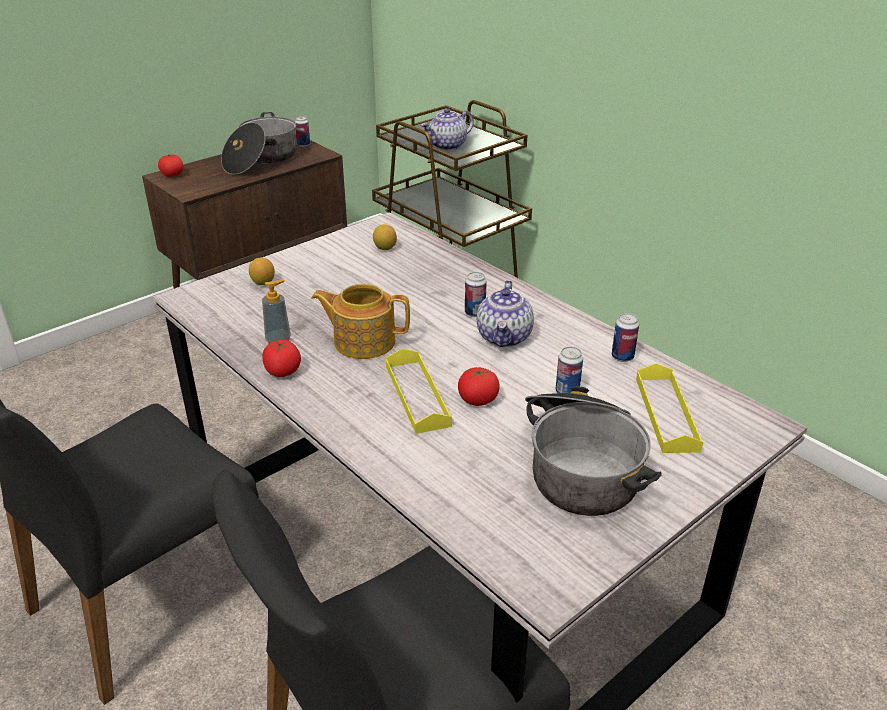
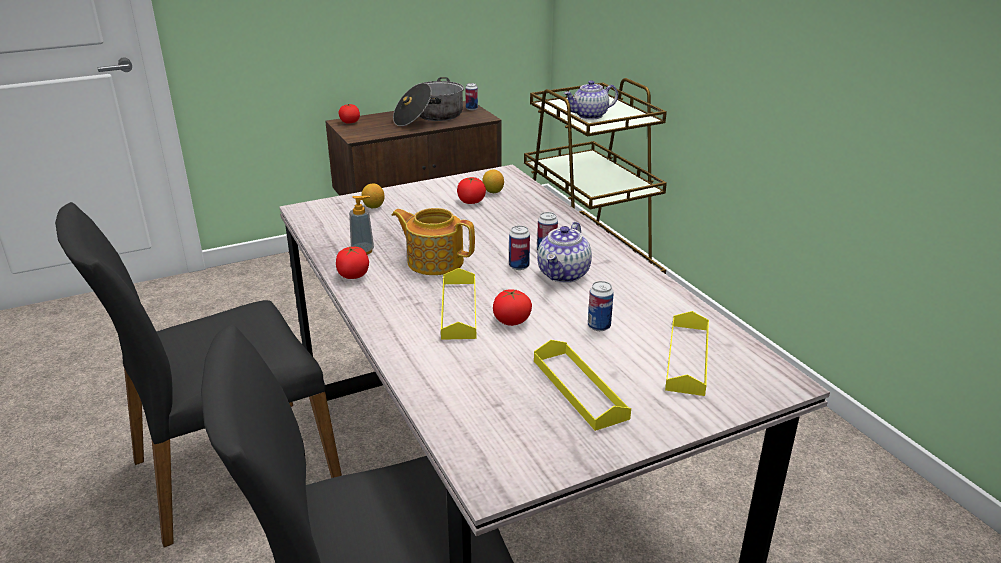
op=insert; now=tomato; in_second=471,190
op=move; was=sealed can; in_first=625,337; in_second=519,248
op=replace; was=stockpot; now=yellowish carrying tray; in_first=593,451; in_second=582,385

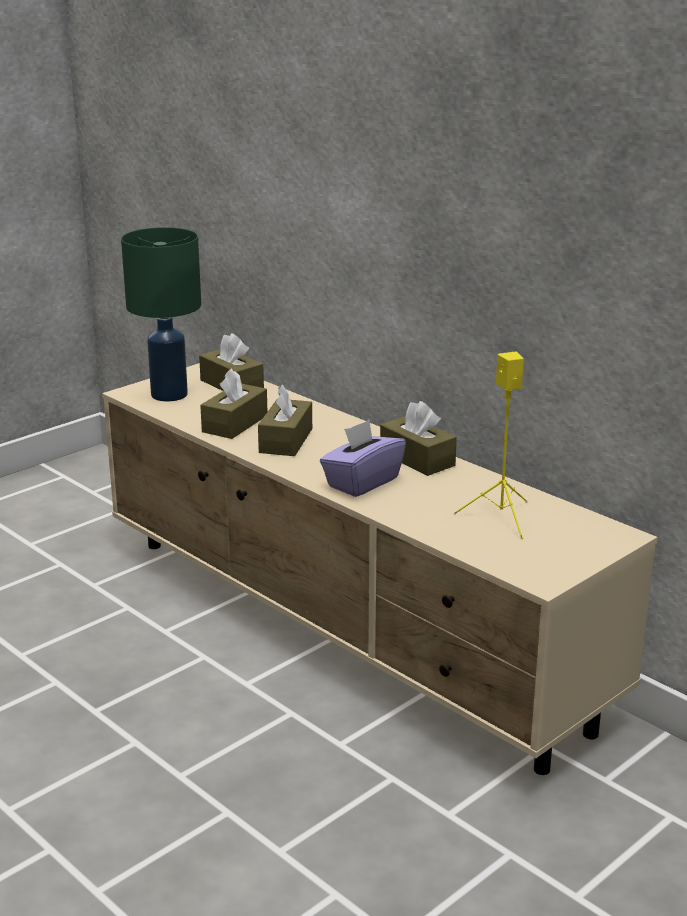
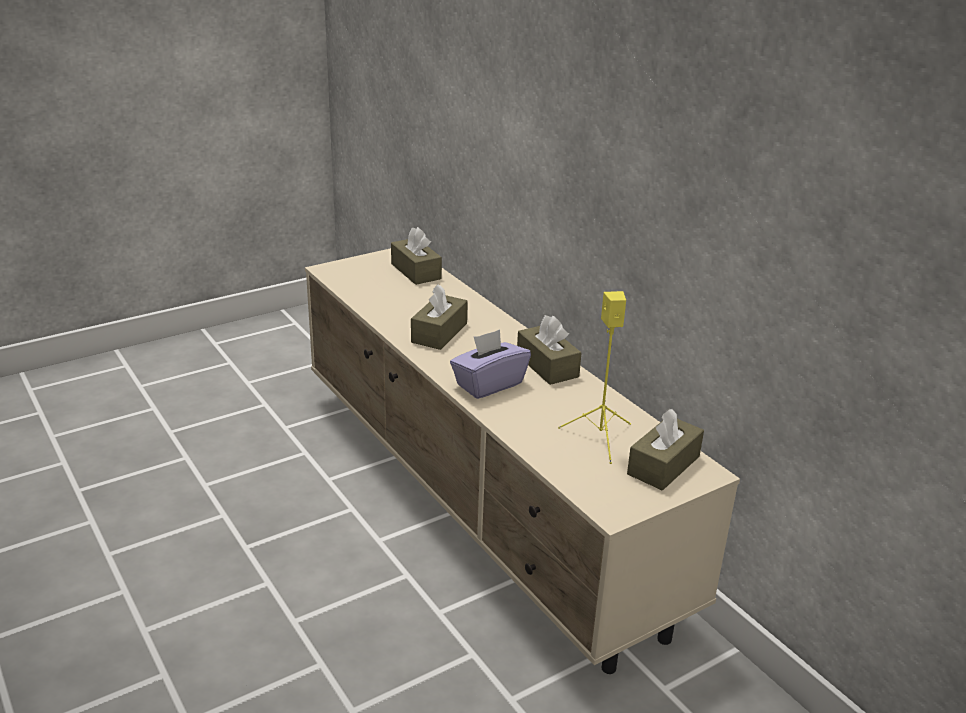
op=move; was=brownish tissue box; in_first=233,403; in_second=665,449
op=delete; was=greenish table lamp; in_first=161,314

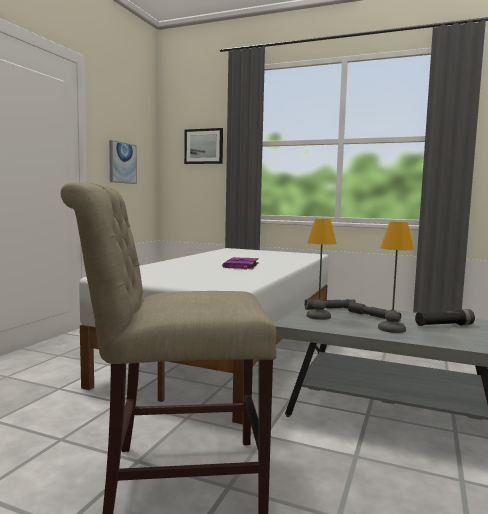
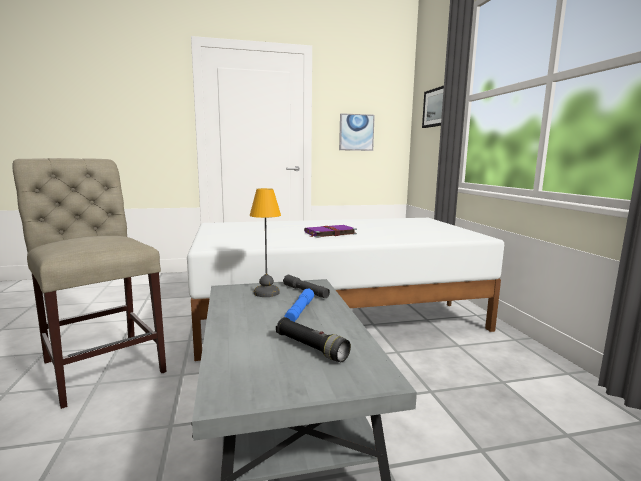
op=recolor; was=greyish torch; now=blue torch; in_first=374,312; in_second=299,305
op=delete; was=table lamp; in_first=396,277

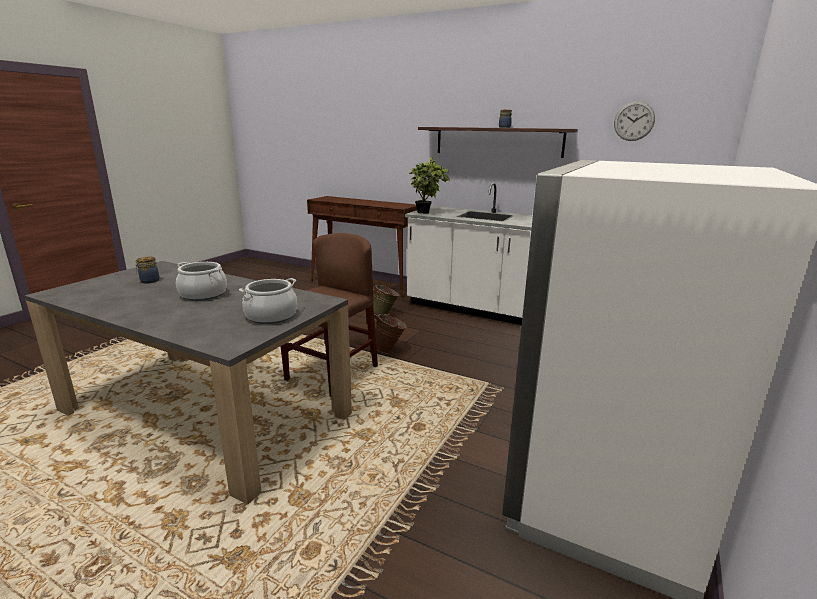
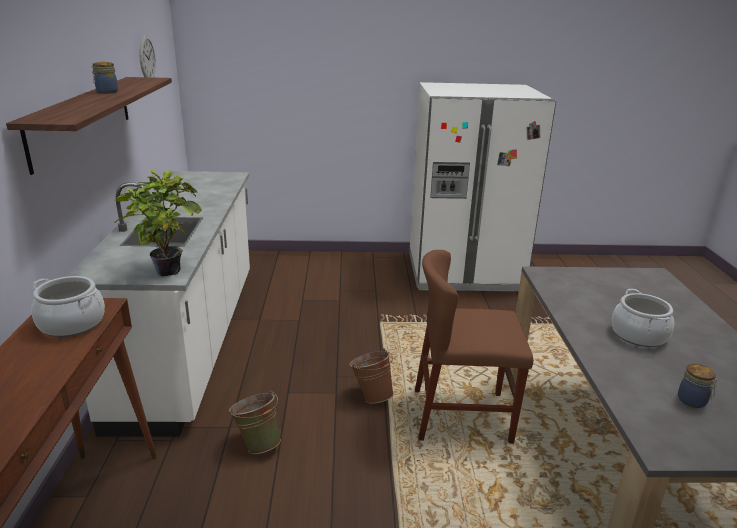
op=move; was=stockpot; in_first=268,301; in_second=68,306

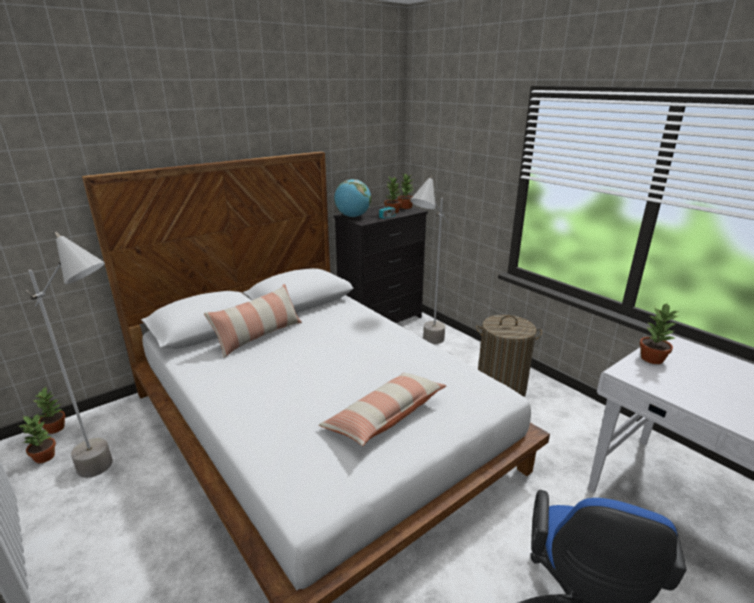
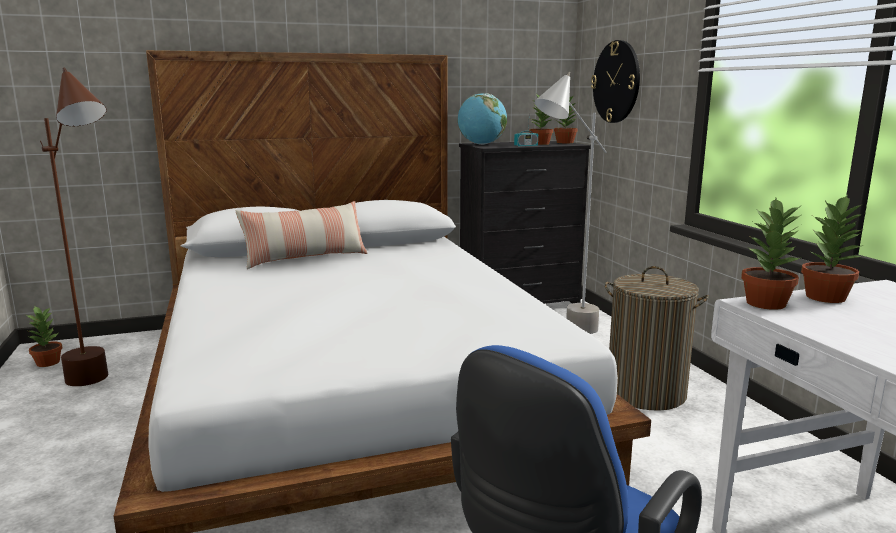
op=recolor; was=greyish standard lamp; now=brownish standard lamp; in_first=69,355; in_second=74,227
op=insert; now=clock on the wall; in_second=615,81
op=move; was=potted plant; in_first=48,410; in_second=771,254
op=delete; was=cushion; in_first=383,409

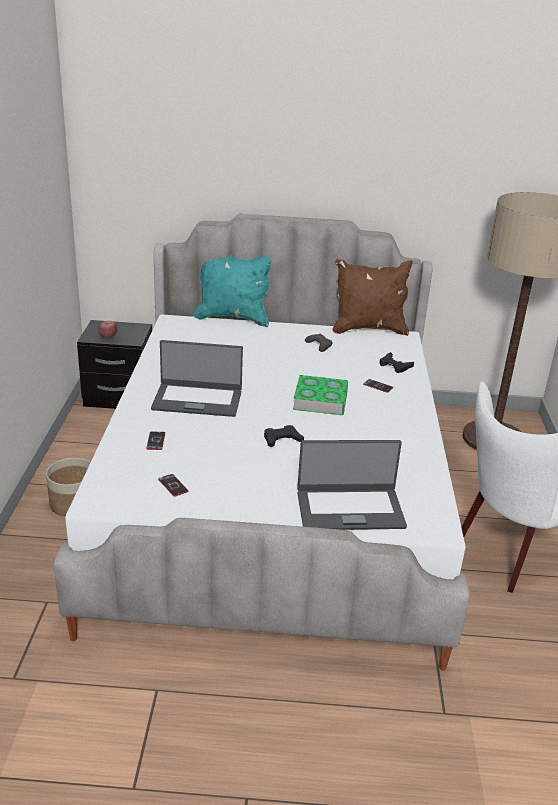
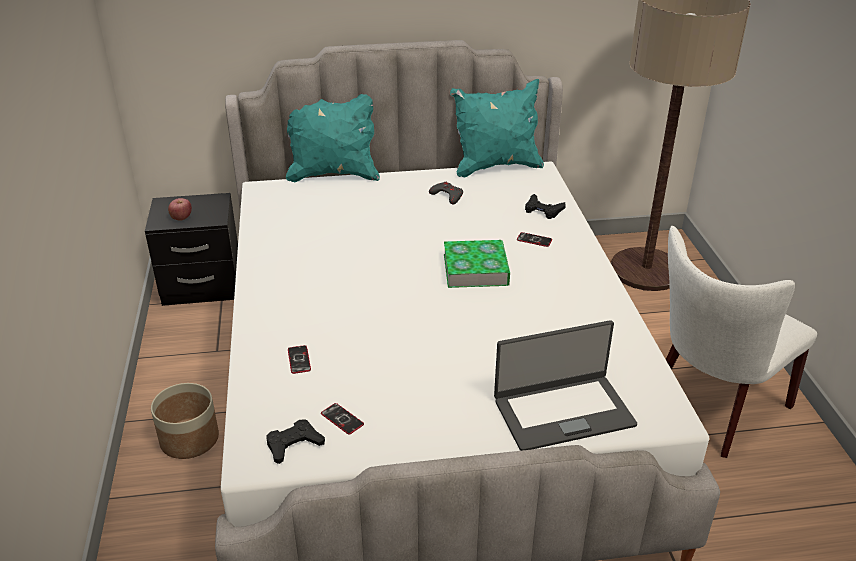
op=move; was=black game controller; in_first=284,436; in_second=295,441
op=recolor; was=brownish cushion; now=blue-green cushion; in_first=373,297; in_second=497,128
op=delete; was=portable computer; in_first=197,378

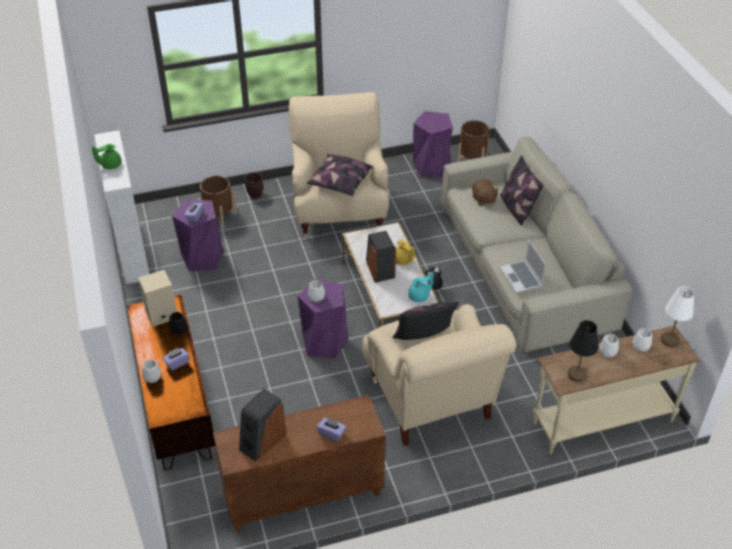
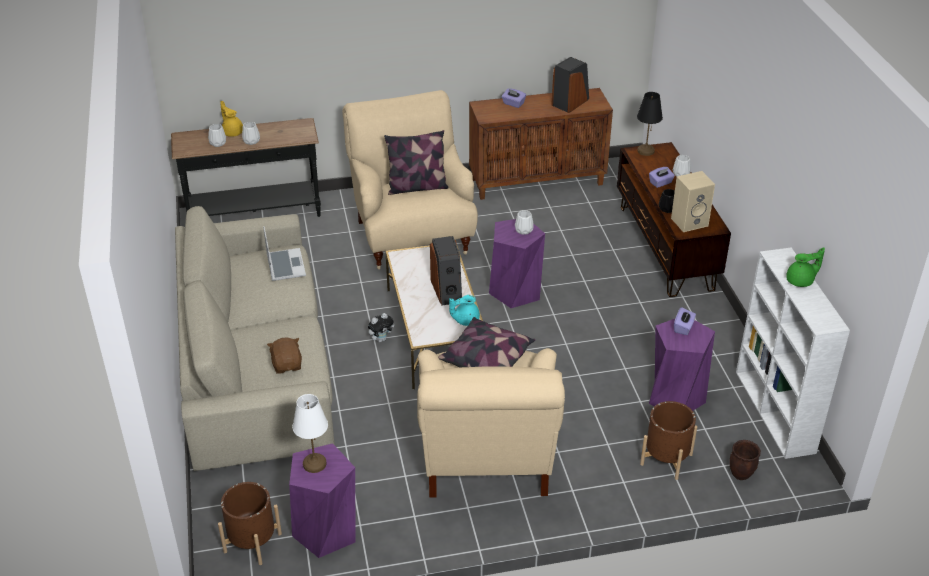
op=recolor; was=beige-coloured console table; now=black console table; in_first=617,390; in_second=246,167
op=move; was=yellowish tea pot; in_first=405,252; in_second=231,119
op=move; was=whitish table lamp; in_first=677,316; in_second=310,433
op=move; was=blue-green tea pot; in_first=421,287; in_second=464,310
op=move; was=black table lamp; in_first=583,351; in_second=650,124
op=move; was=brownish plant pot; in_first=254,185; in_second=745,460
op=delete; was=cushion; in_first=522,190

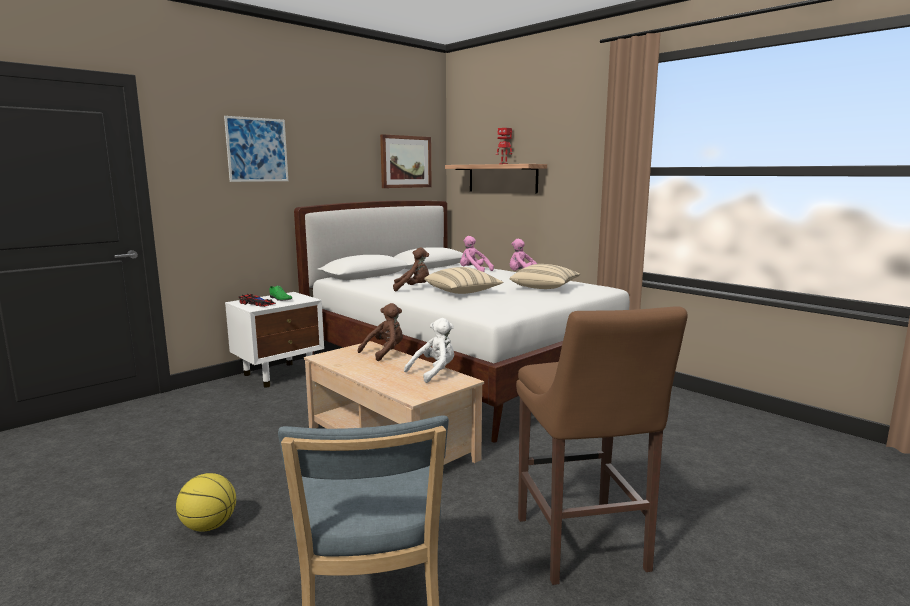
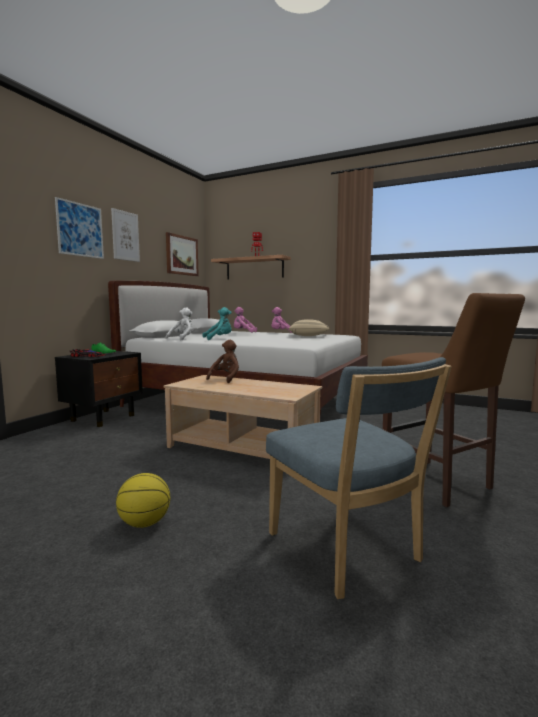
op=recolor; was=whitish nightstand; now=black nightstand; in_first=274,340; in_second=99,389
op=insert; now=picture; in_second=125,235
op=move; was=whitish cuddly toy; in_first=429,350; in_second=180,323
op=recolor; was=brownish cuddly toy; now=blue-green cuddly toy; in_first=411,269; in_second=217,323
op=delete; was=beige-coloured cushion; in_first=464,280

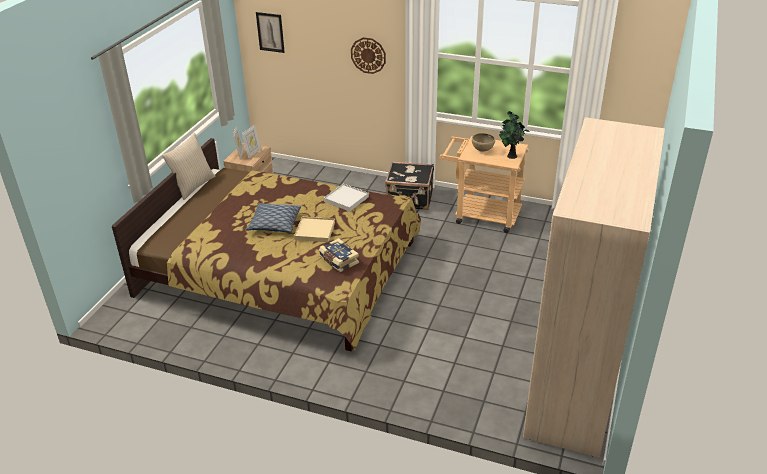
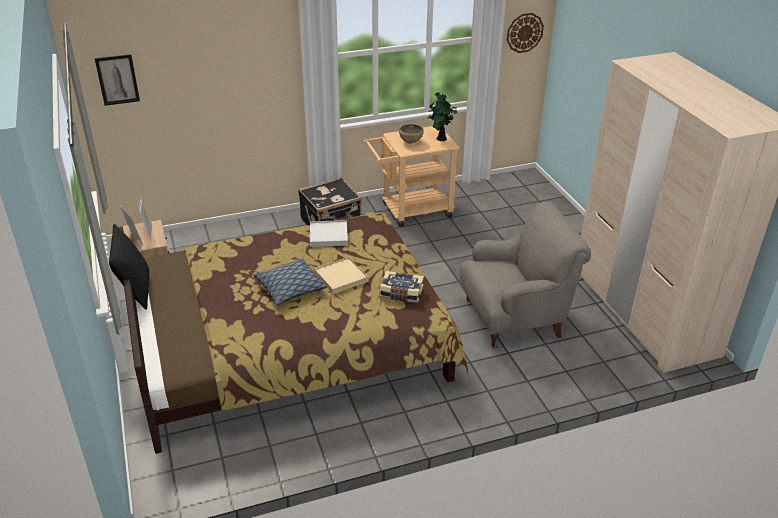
op=recolor; was=beige-coloured cushion; now=black cushion; in_first=189,166; in_second=129,267
op=insert; now=greyish easy chair; in_second=525,275
op=move; was=clock on the wall; in_first=368,55; in_second=525,33

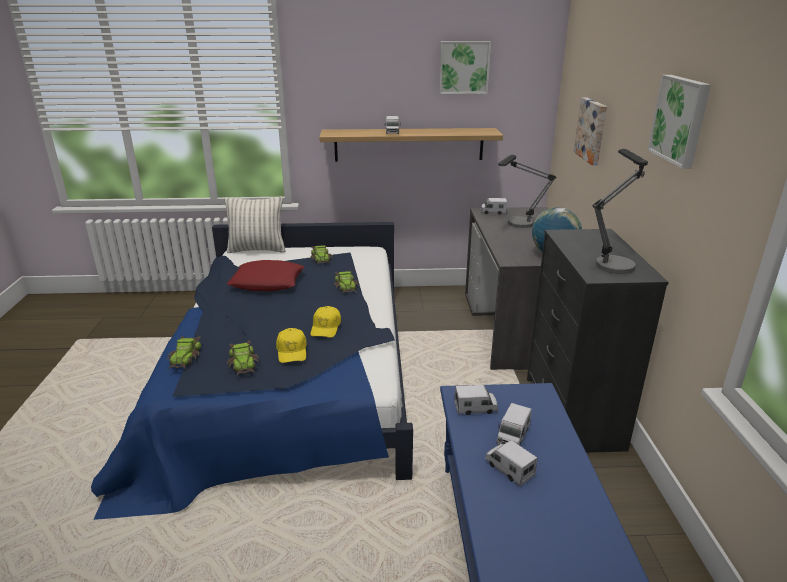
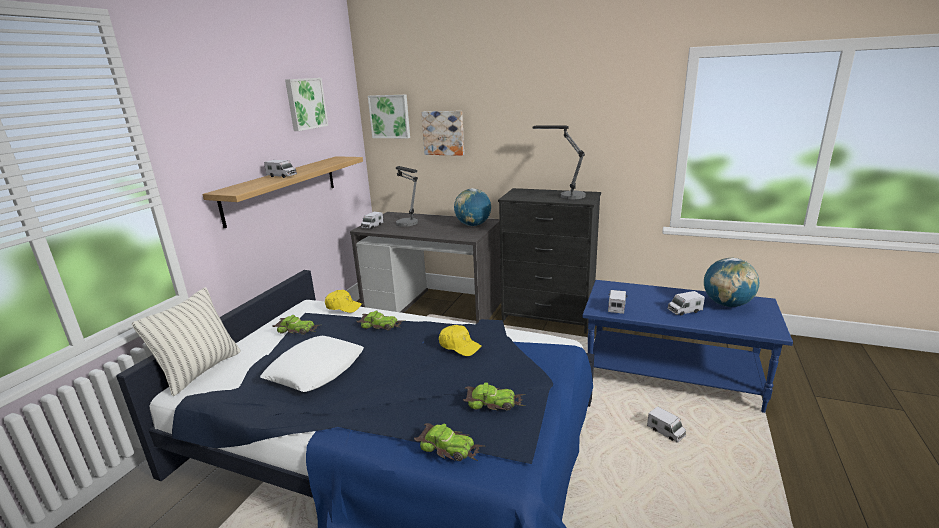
op=recolor; was=reddish cushion; now=whitish cushion; in_first=266,275; in_second=312,364
op=move; was=yellowish peaked cap; in_first=291,345; in_second=343,301
op=move; was=picture; in_first=679,122; in_second=389,116
op=move; was=toy truck; in_first=514,424; in_second=666,424
op=insert; now=globe; in_second=731,282

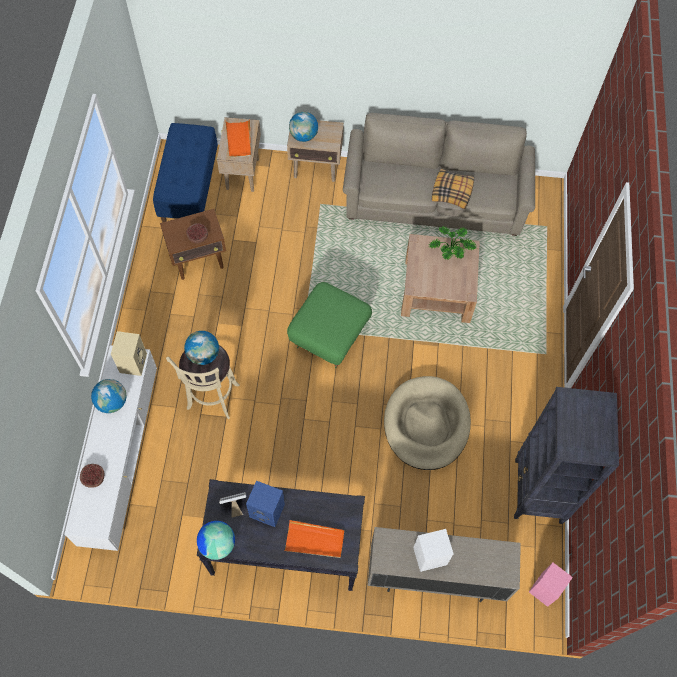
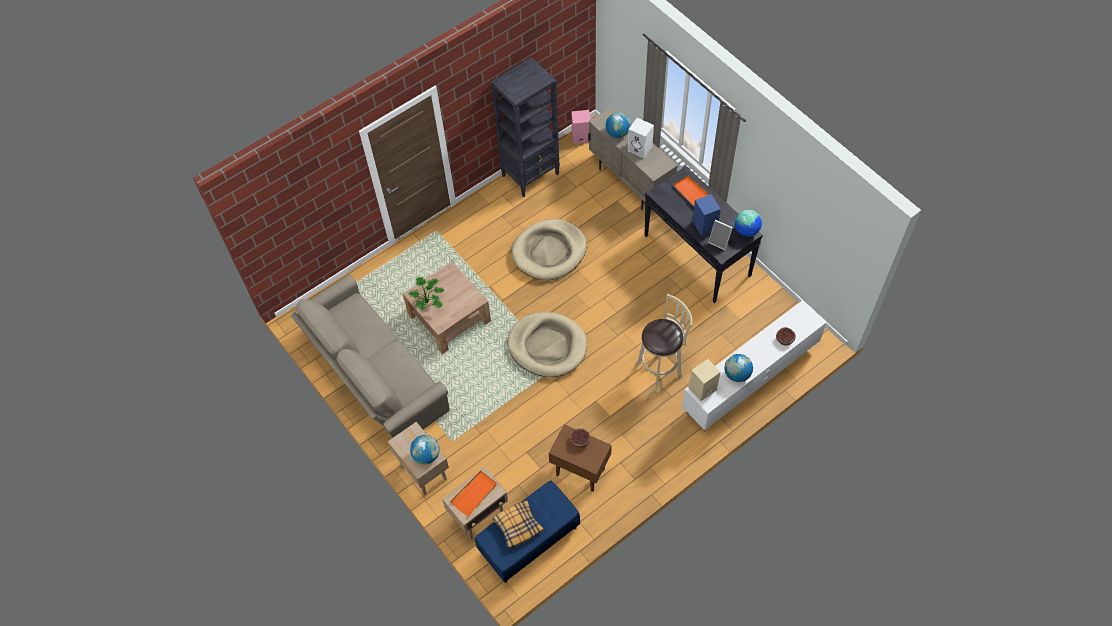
op=move; was=cushion; in_first=453,188; in_second=517,524
op=replace; was=greenish footrest; now=beige-coloured pet bed; in_first=329,325; in_second=547,344
op=move; was=globe; in_first=201,348; in_second=618,125

